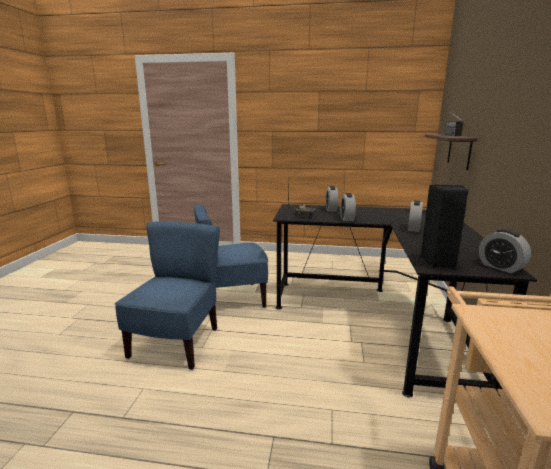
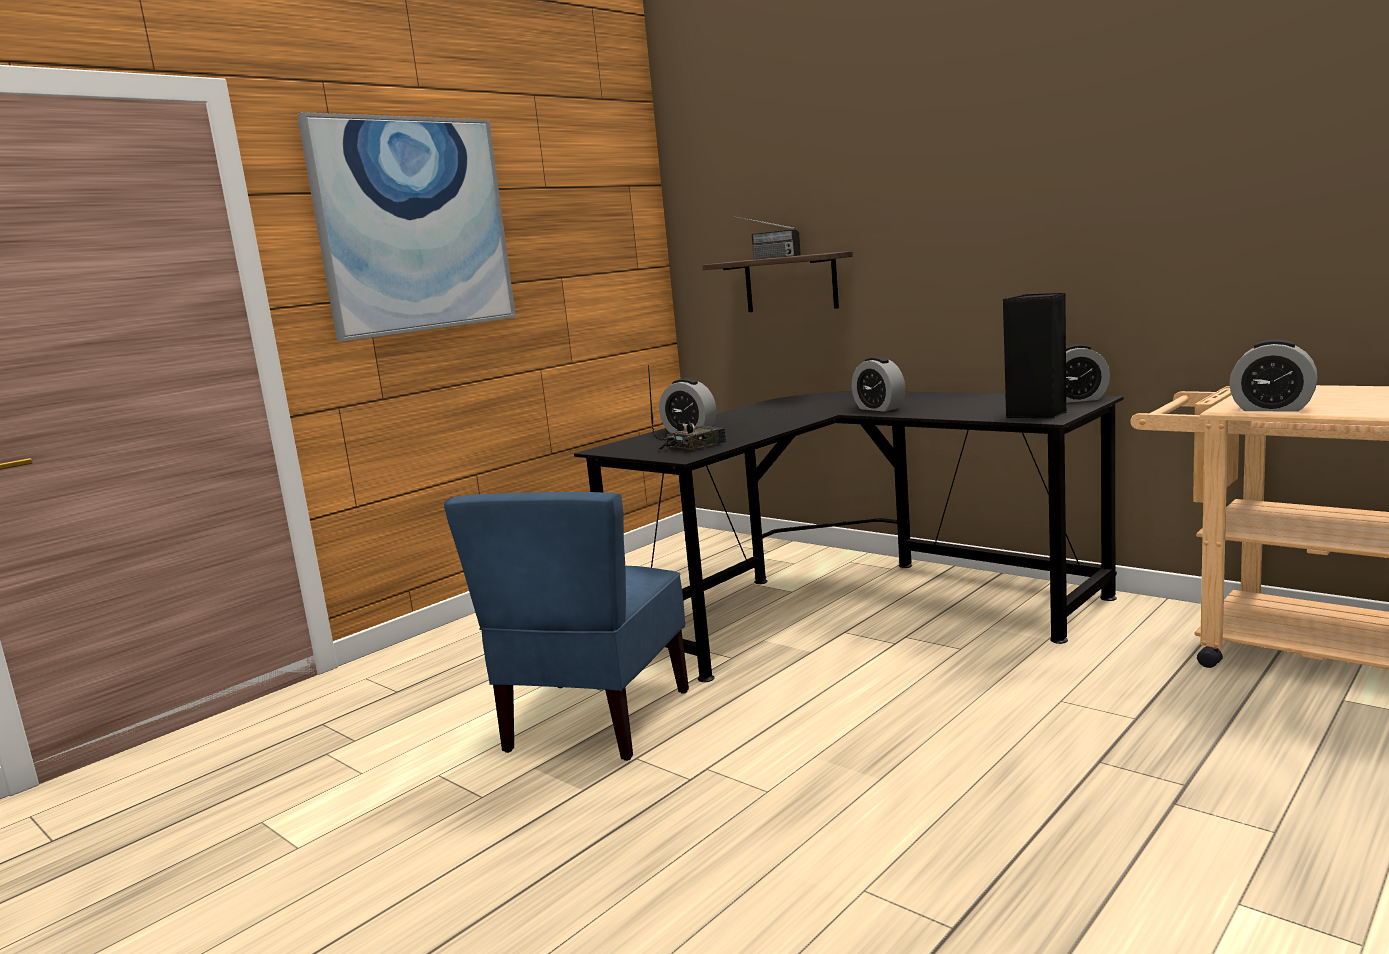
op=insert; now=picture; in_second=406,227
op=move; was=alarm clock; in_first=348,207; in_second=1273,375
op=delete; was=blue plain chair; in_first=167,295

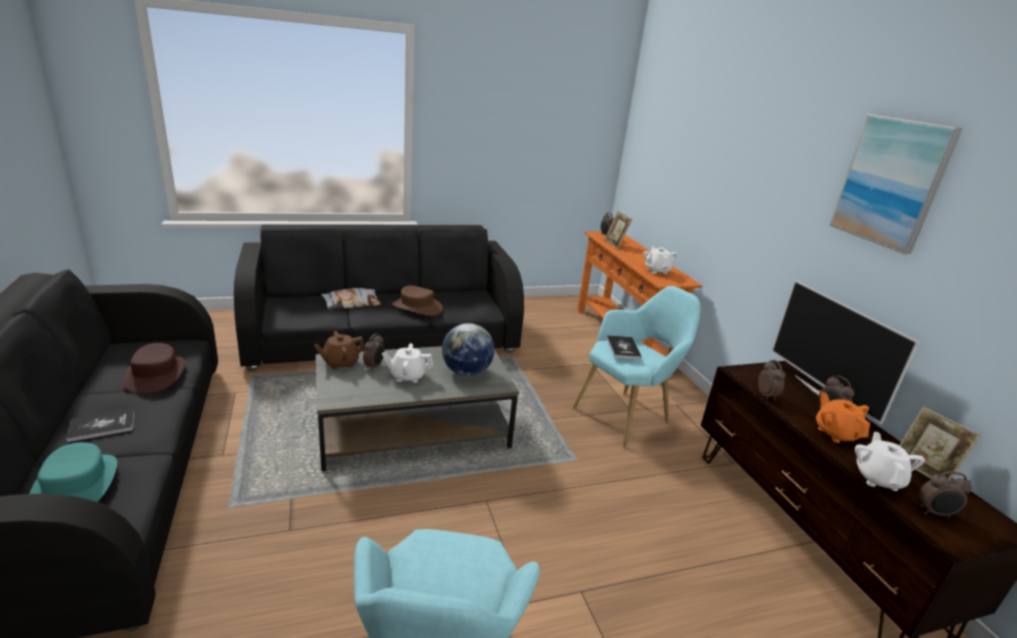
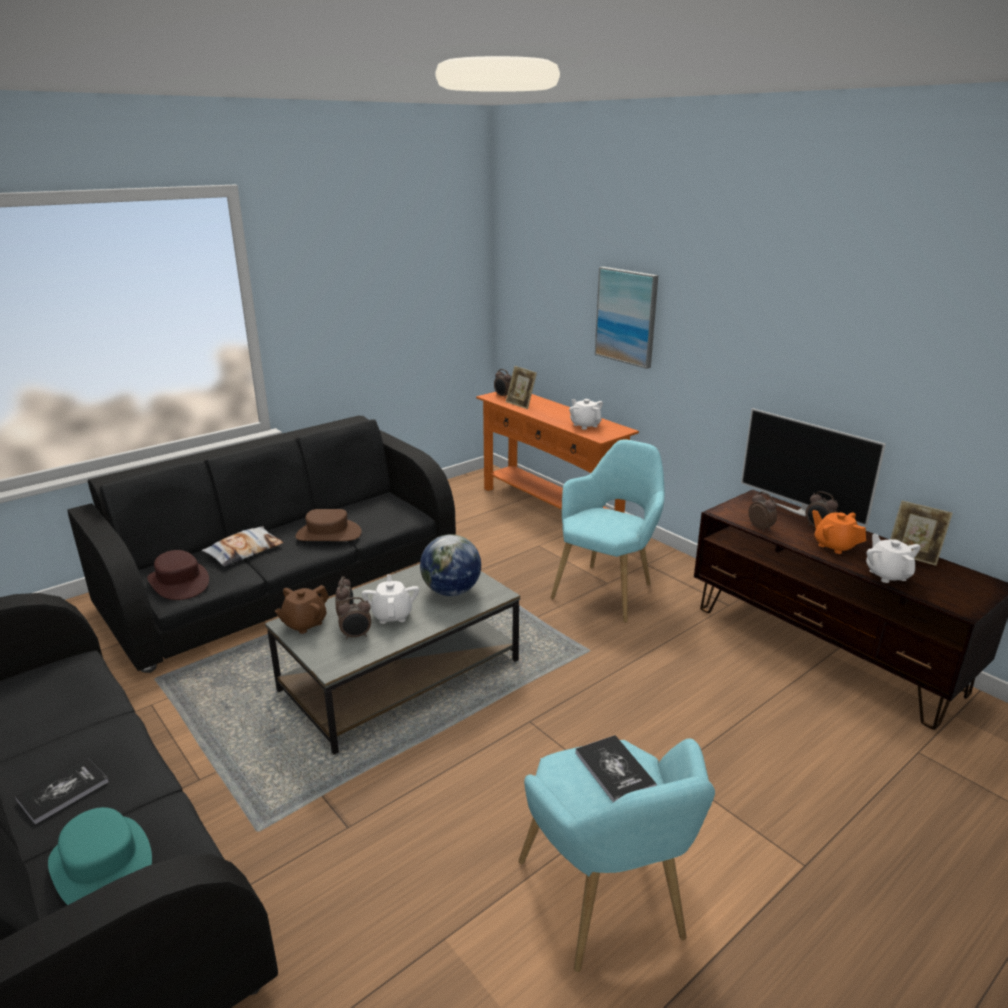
op=move; was=brownish hat; in_first=154,368; in_second=178,575
op=move; was=alarm clock; in_first=945,494; in_second=354,618
op=rotate; was=whitish tea pot; in_first=407,363; in_second=390,599; clockwise=105
op=move; was=volume; in_first=624,347; in_second=616,768
op=move; was=picture; in_first=896,184; in_second=626,318

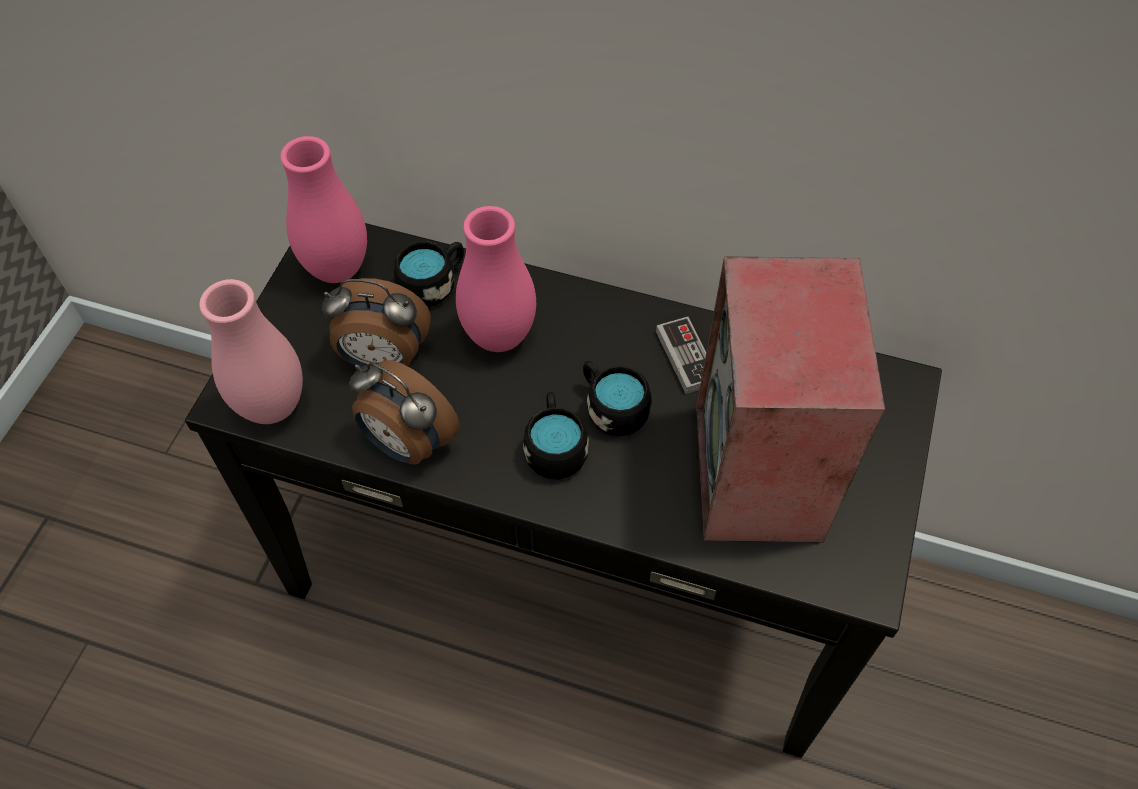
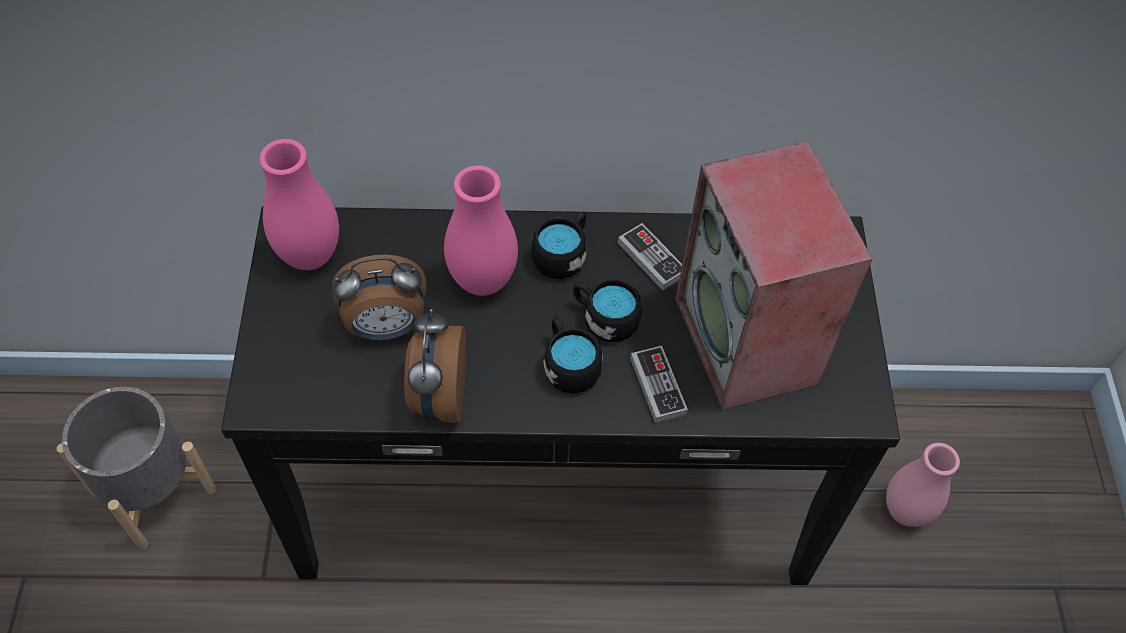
op=insert; now=greyish plant pot; in_second=137,468
op=rotate; was=alarm clock; in_first=404,412; in_second=435,366; clockwise=75
op=move; was=black tea mug; in_first=429,274; in_second=559,245
op=insert; now=game controller; in_second=659,384
op=move; was=pink vase; in_first=251,351; in_second=923,485

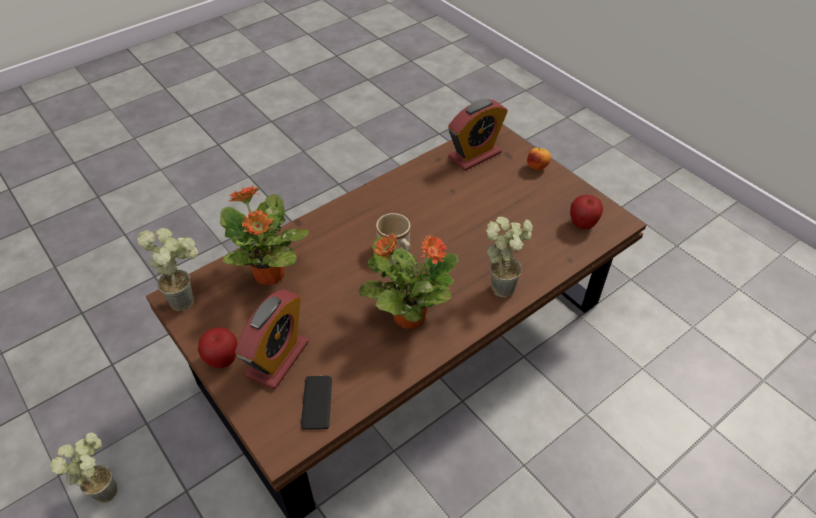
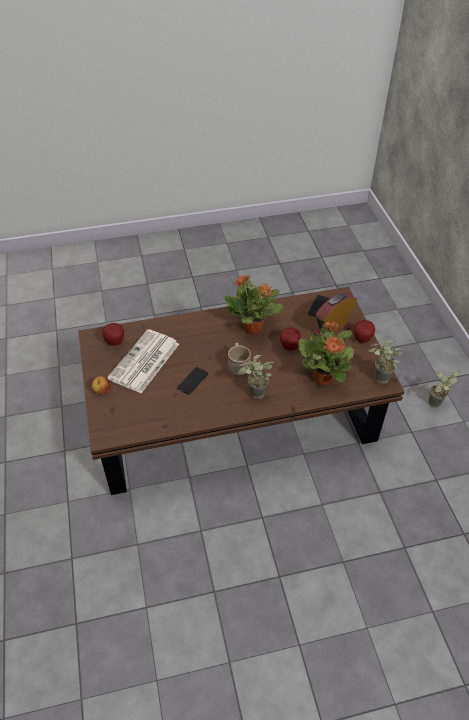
op=insert; now=daily paper; in_second=143,361
op=insert; now=telephone; in_second=192,381
op=move; was=potted plant; in_first=509,257; in_second=256,377
op=insert; now=whole apple; in_second=290,339
op=delete; was=alarm clock; in_first=478,135

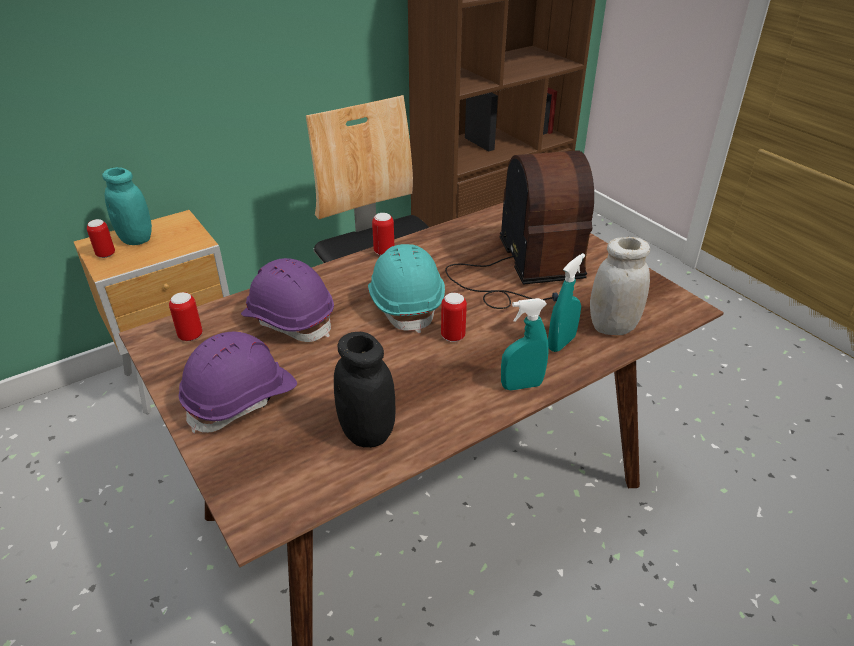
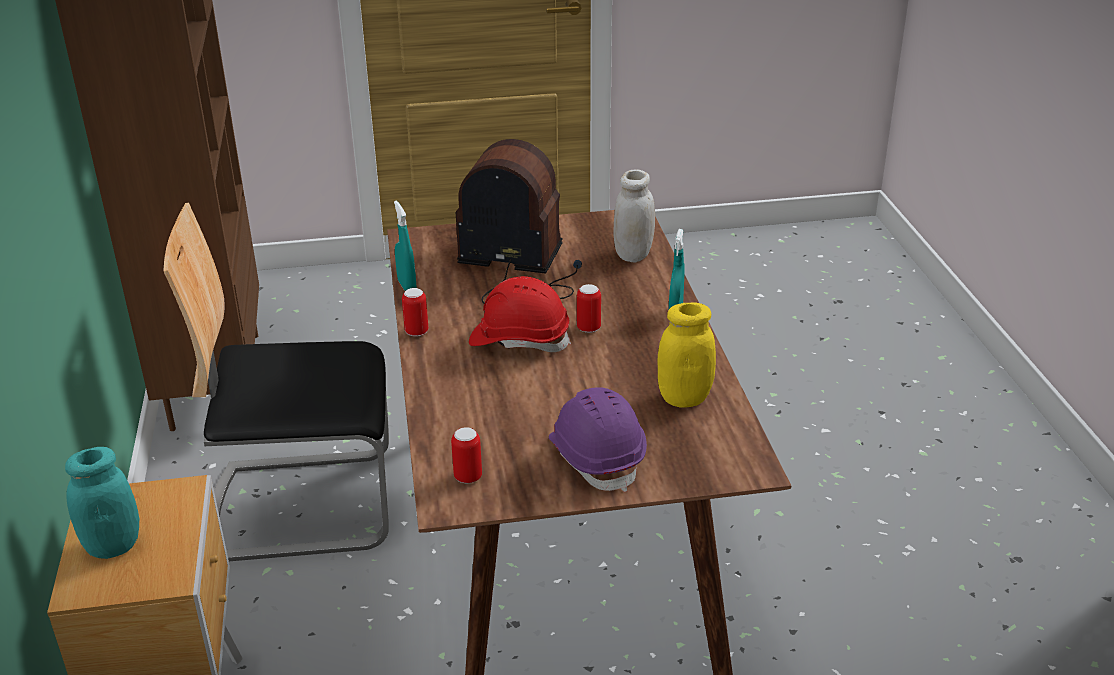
op=move; was=blue-green spray bottle; in_first=566,302; in_second=405,246
op=recolor; was=blue-green hard hat; now=reddish hard hat; in_first=406,288; in_second=520,314
op=recolor; was=black storage jar; now=yellowish storage jar; in_first=364,390; in_second=687,355
op=delete; was=sealed can; in_first=101,238
op=delete; was=purplish hard hat; in_first=287,300

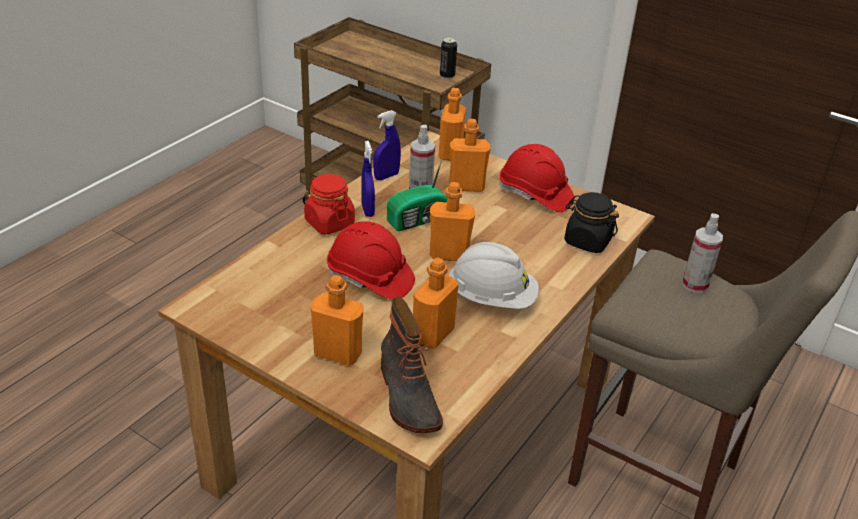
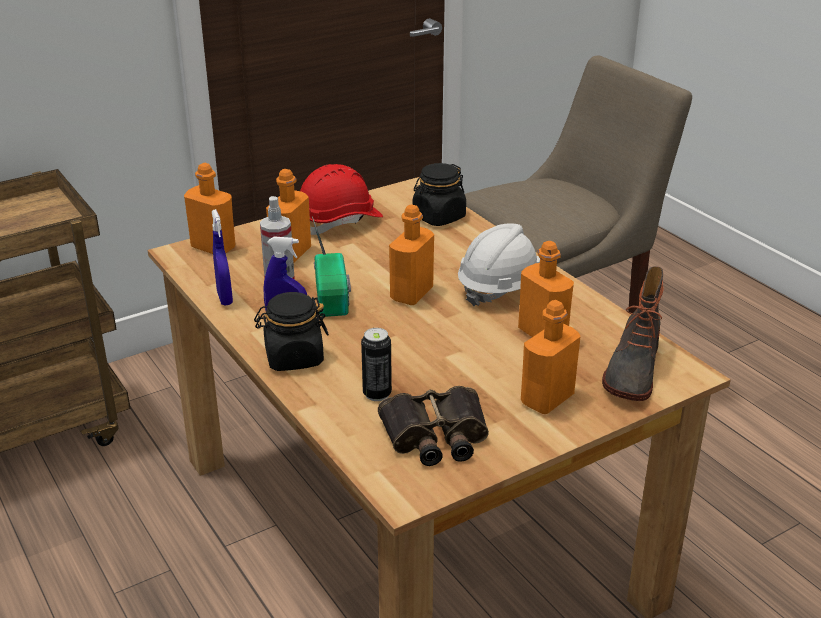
op=recolor; was=reddish storage jar; now=black storage jar; in_first=329,204; in_second=291,331
op=move; was=sealed can; in_first=448,58; in_second=376,364
op=insert; now=pair of binoculars; in_second=433,426
op=rotate; was=high-top boot; in_first=412,365; in_second=633,333; clockwise=105
op=delete; was=reddish hard hat; in_first=371,260
op=delete; was=spray bottle; in_first=702,253

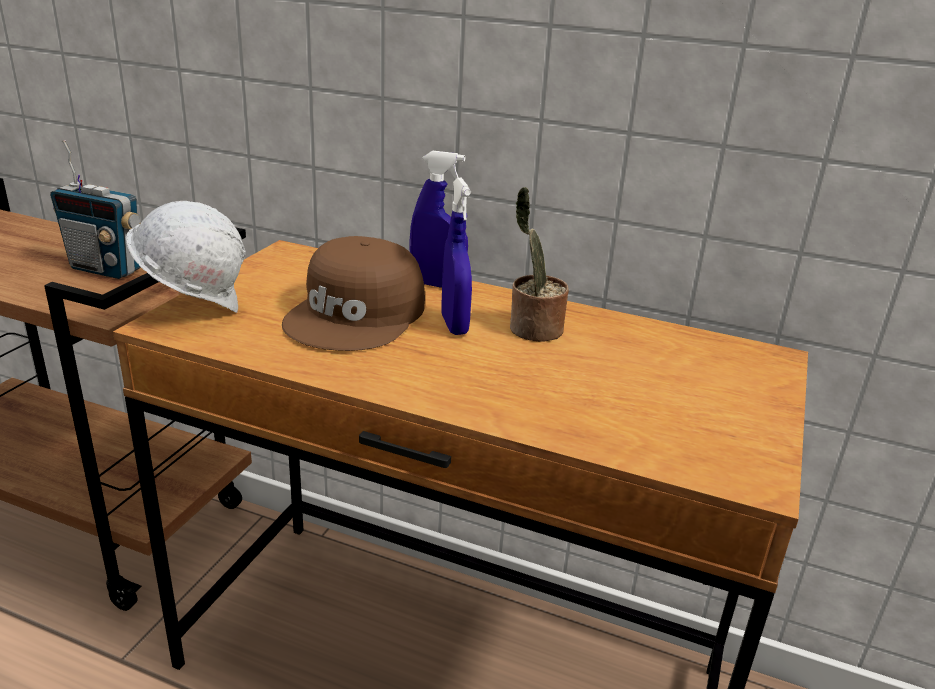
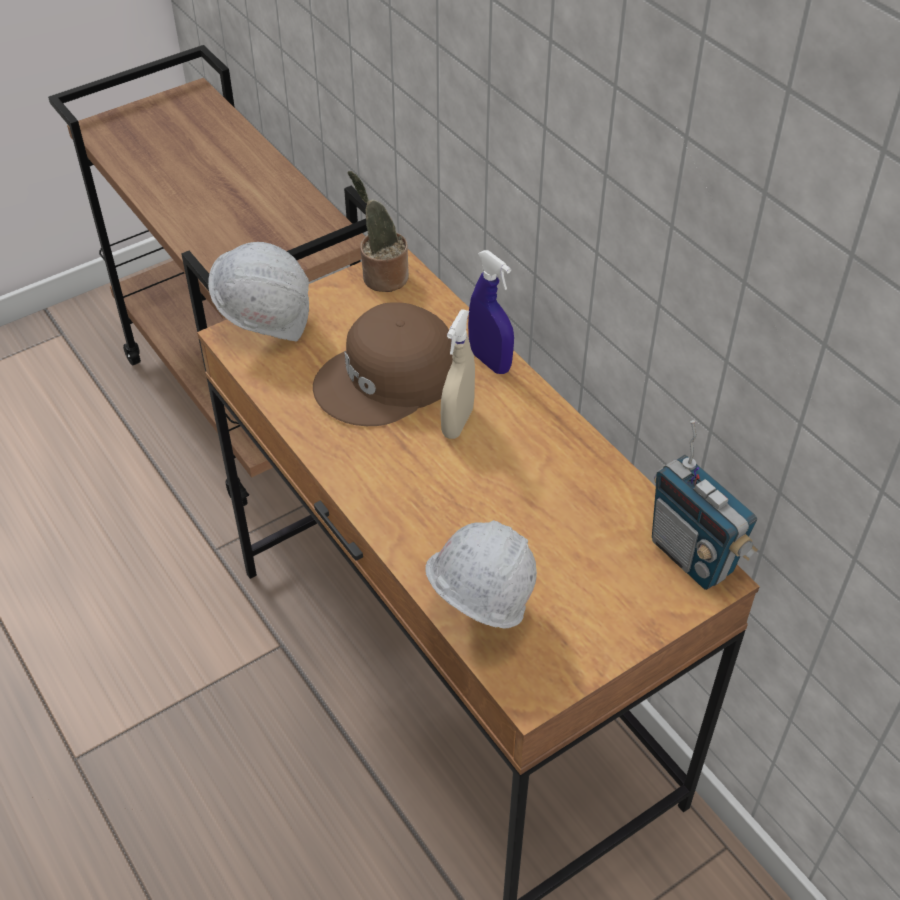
op=move; was=potted plant; in_first=539,264; in_second=378,231
op=insert; now=whitish hard hat; in_second=481,574
op=recolor; was=blue spray bottle; now=beige-coloured spray bottle; in_first=456,256; in_second=458,374
op=move; was=radio set; in_first=95,209; in_second=705,505

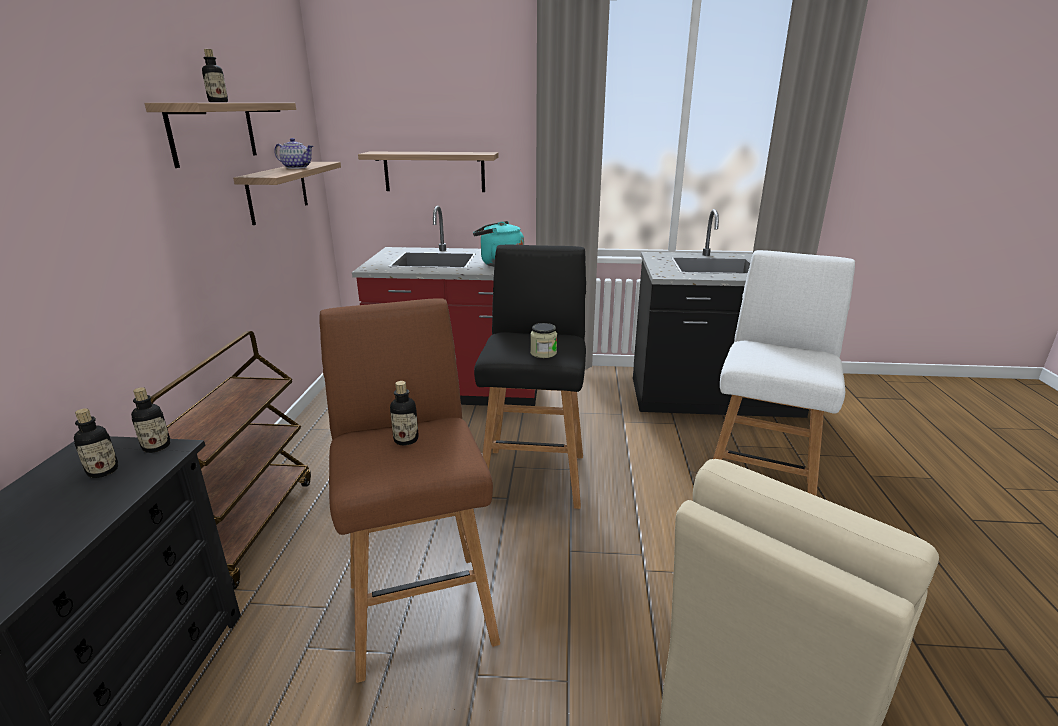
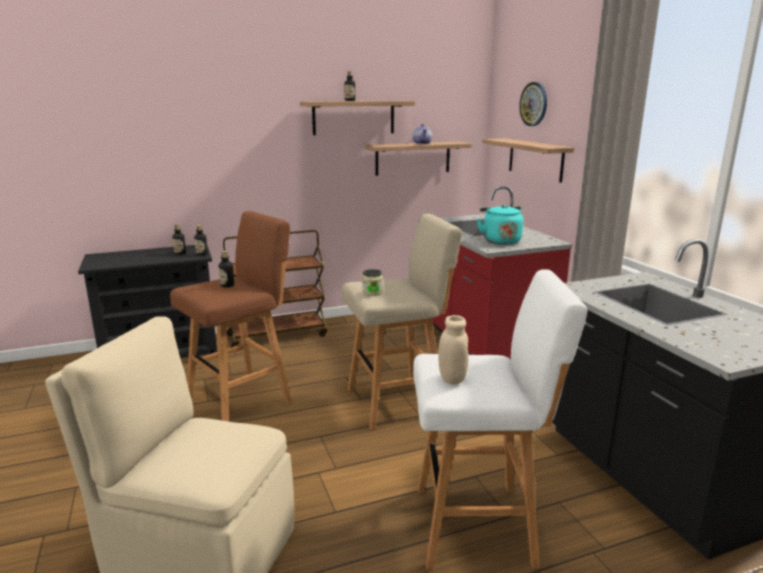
op=recolor; was=black stool seat; now=beige-coloured stool seat; in_first=530,377; in_second=402,322
op=insert; now=beige-coloured storage jar; in_second=453,349
op=insert; now=clock on the wall; in_second=533,104

